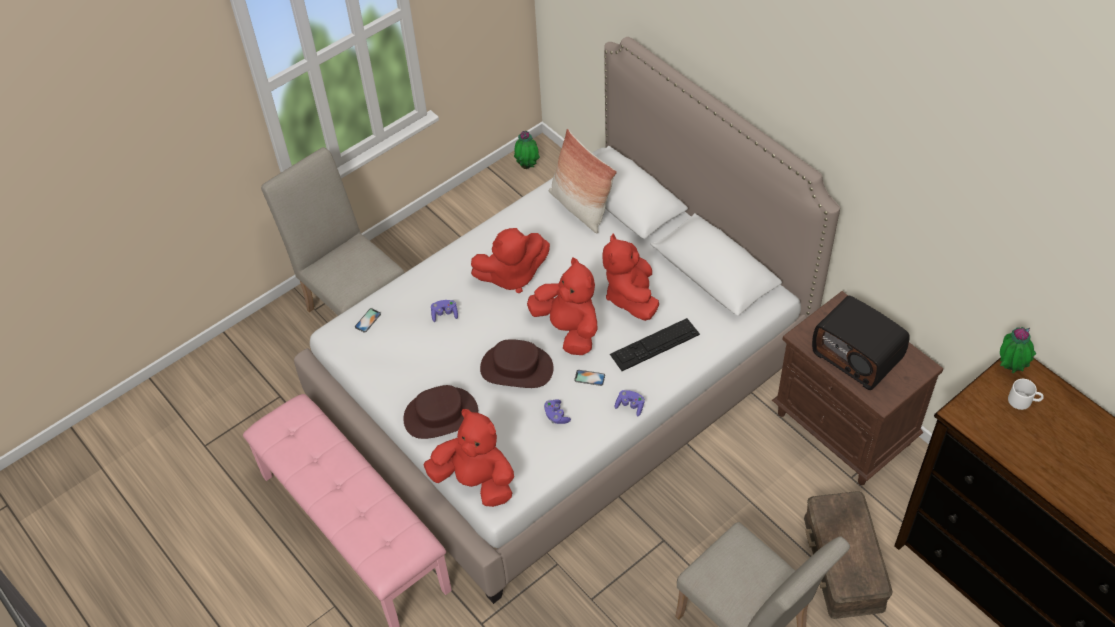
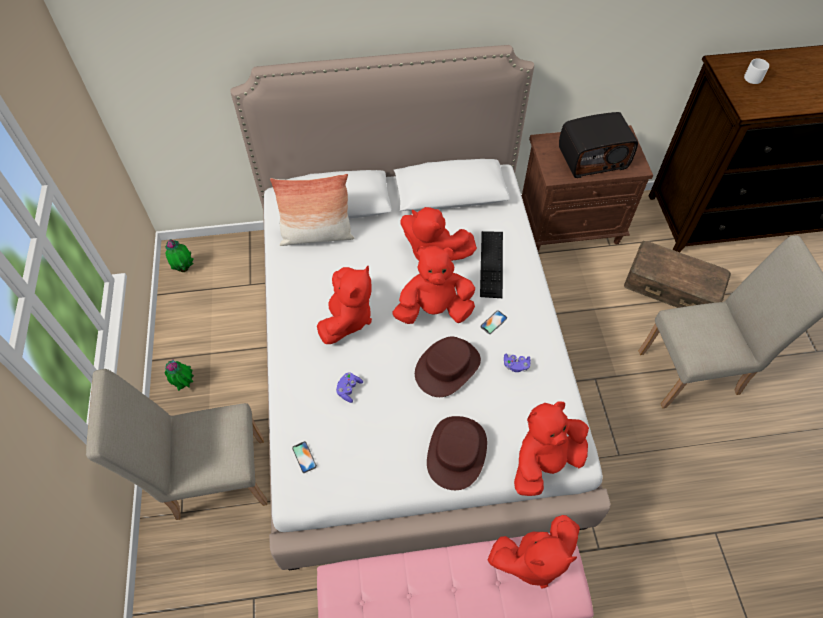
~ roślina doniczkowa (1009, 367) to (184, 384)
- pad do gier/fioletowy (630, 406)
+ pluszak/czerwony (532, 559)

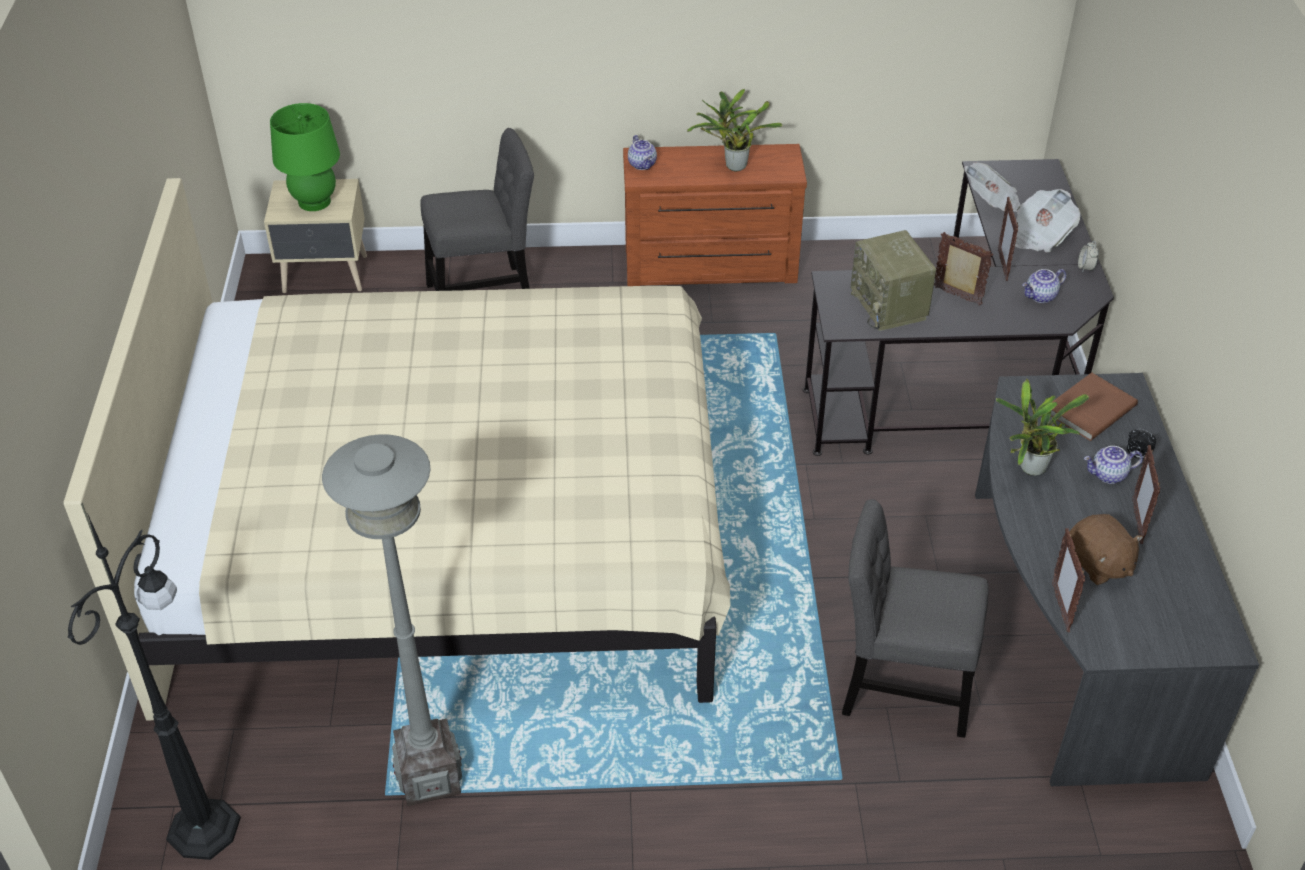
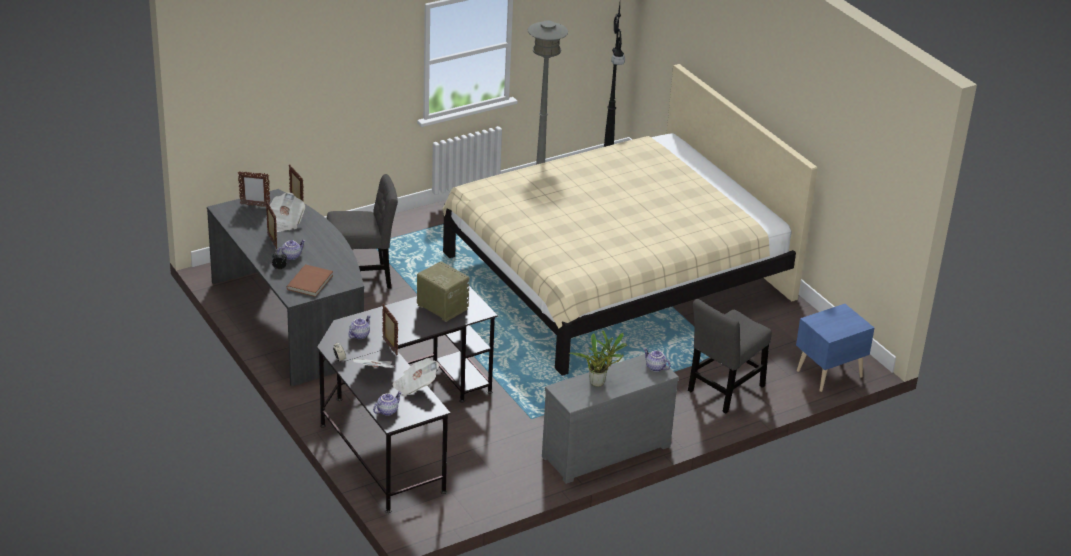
- lampa stołowa/zielony (314, 201)
~ komoda/brązowy (711, 268) to komoda/szary (604, 449)
~ szafka nocna/beżowy (326, 275) to szafka nocna/niebieski (827, 373)
~ ramka na zdjęcie (957, 296) to (255, 205)
- roślina doniczkowa (1029, 470)
~ pluszak/brązowy (1098, 564) to gazeta (285, 222)
+ imbryk (387, 411)

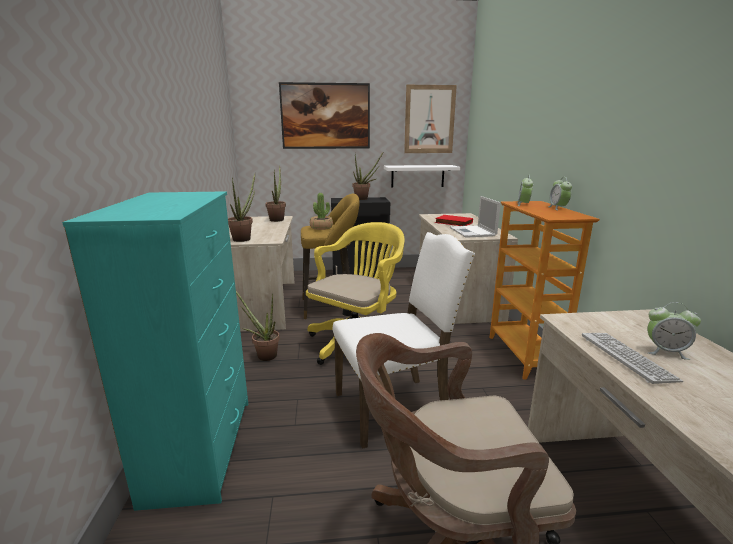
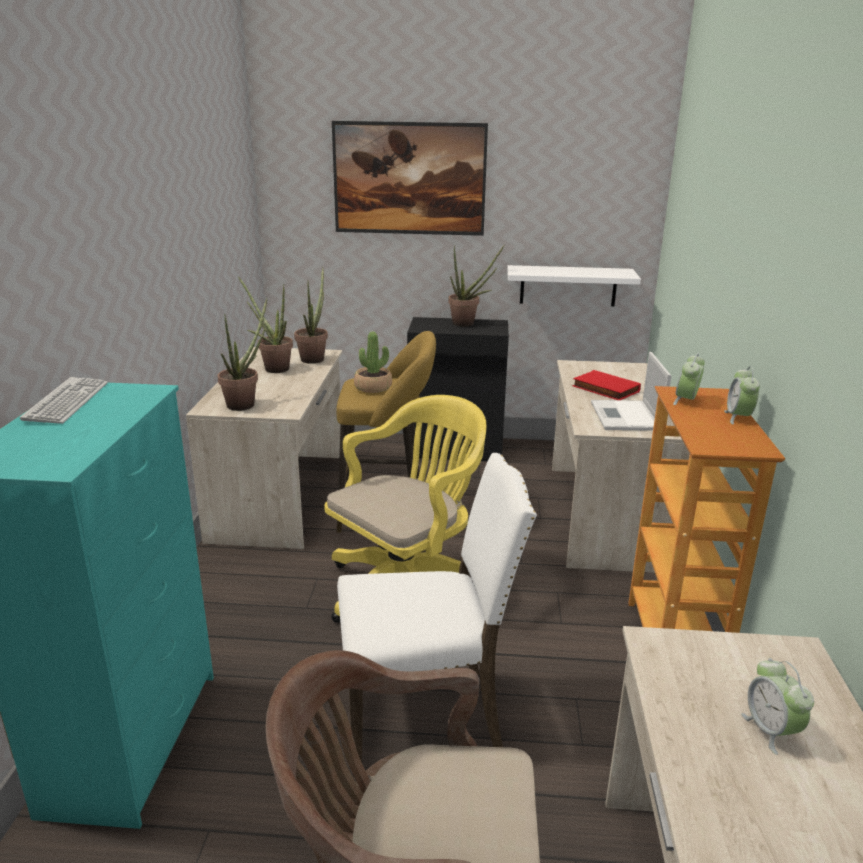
- obraz (429, 119)
~ roślina doniczkowa (263, 355) to (272, 368)
~ budzik (665, 351) = (771, 730) 45 degrees clockwise
~ klawiatura (627, 357) to (67, 402)

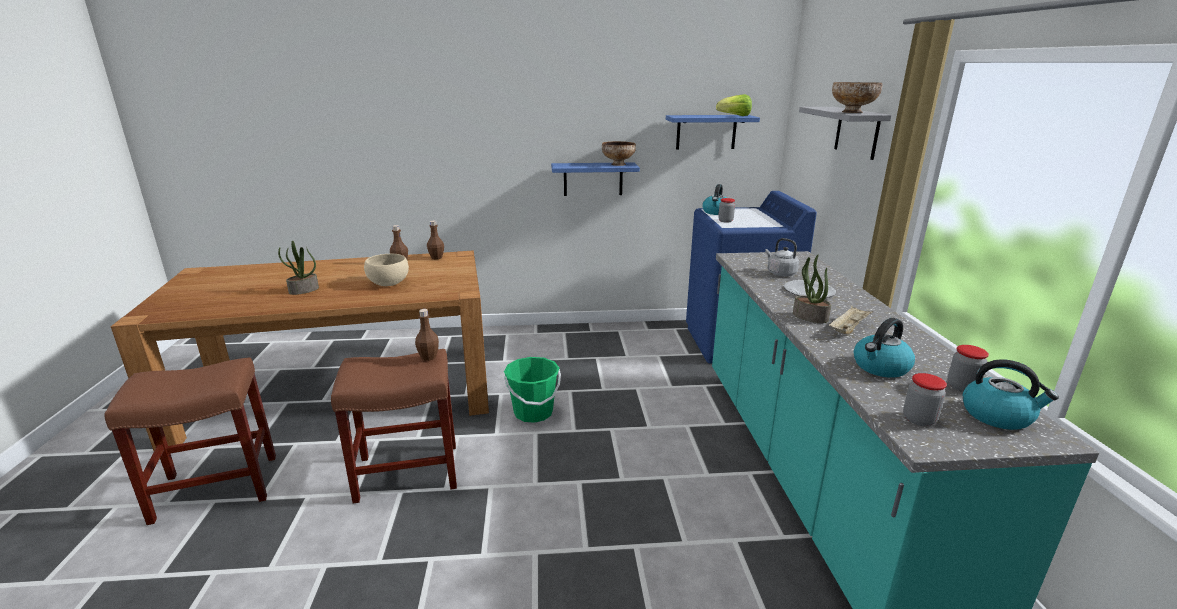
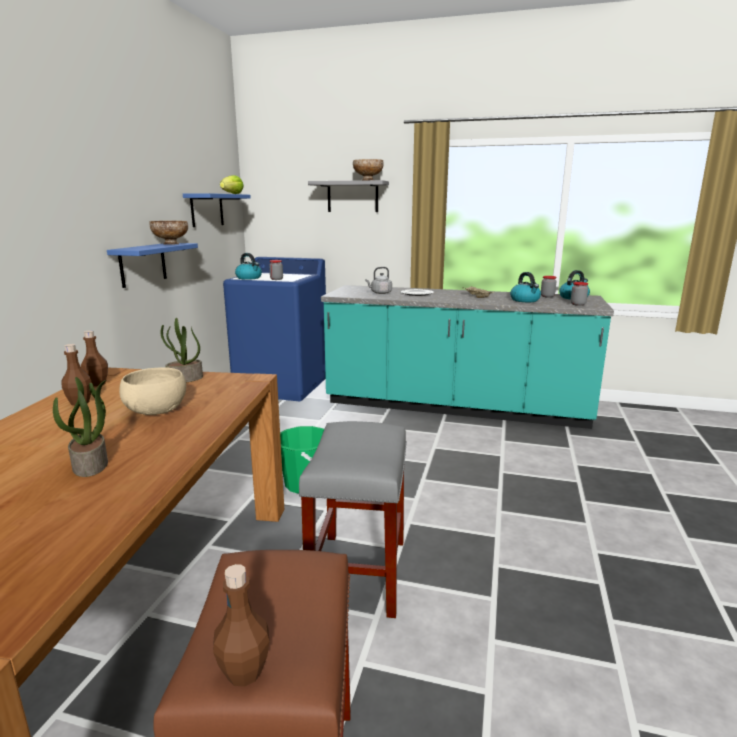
~ roślina doniczkowa (809, 317) to (185, 379)
~ butelka/brązowy (428, 357) to (244, 672)
~ stołek/brązowy (406, 473) to stołek/szary (358, 574)

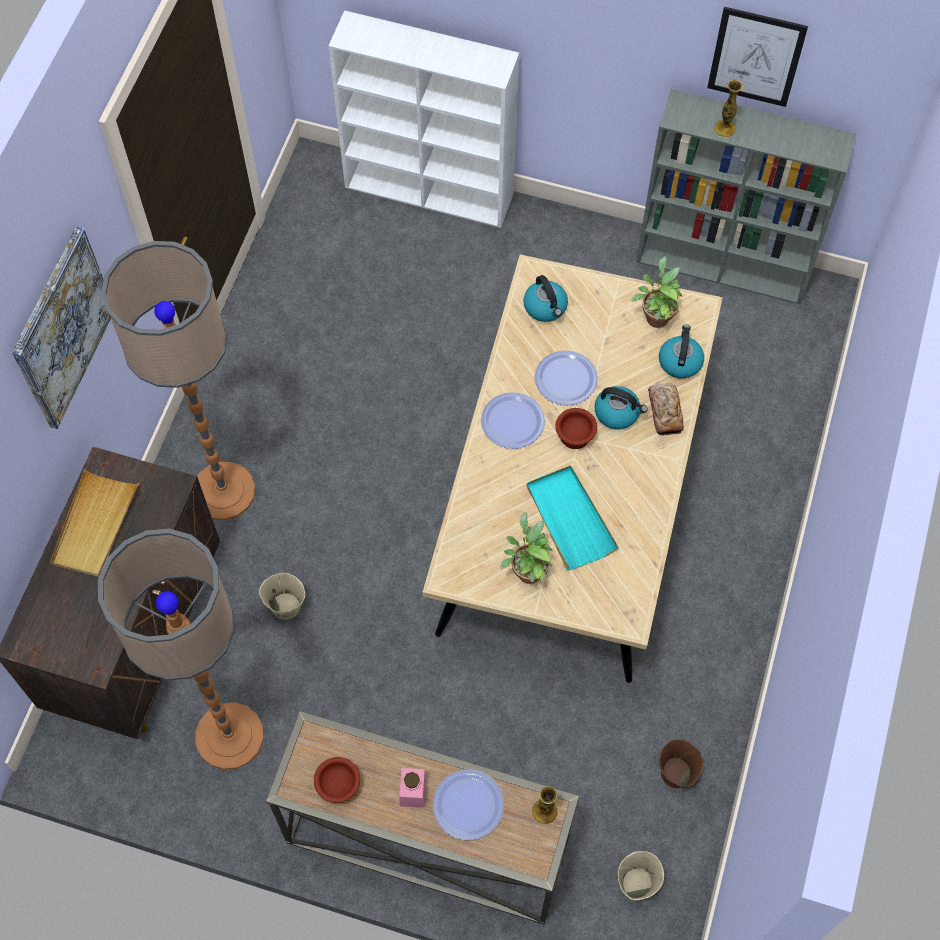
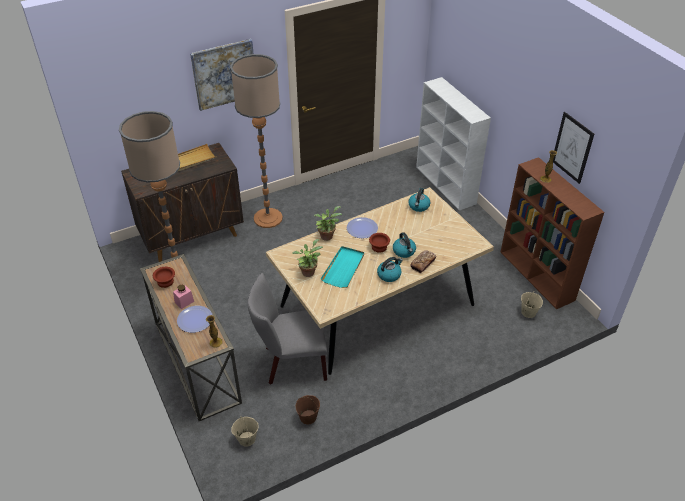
~ regał/szary (724, 265) to regał/brązowy (537, 276)
~ roślina doniczkowa (656, 315) to (327, 235)
~ czajnik (680, 361) to (389, 274)
- talerz (565, 379)
~ wiadro/beżowy (285, 606) to (528, 312)
+ krzesło/szary (291, 363)

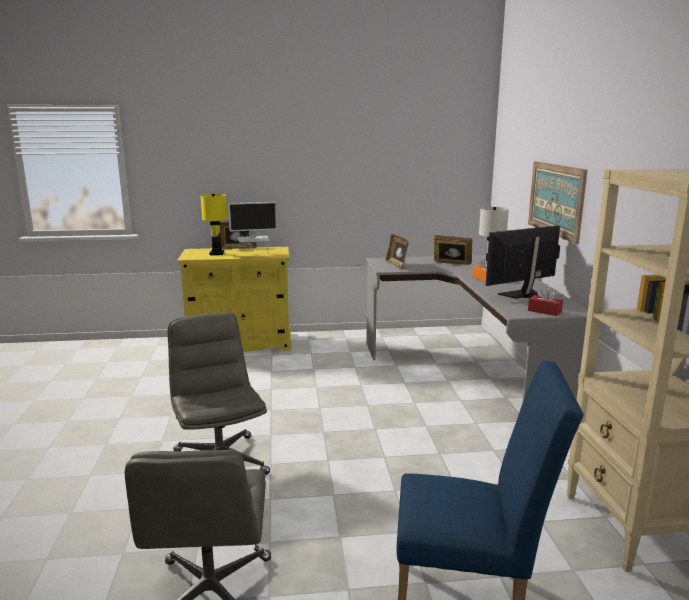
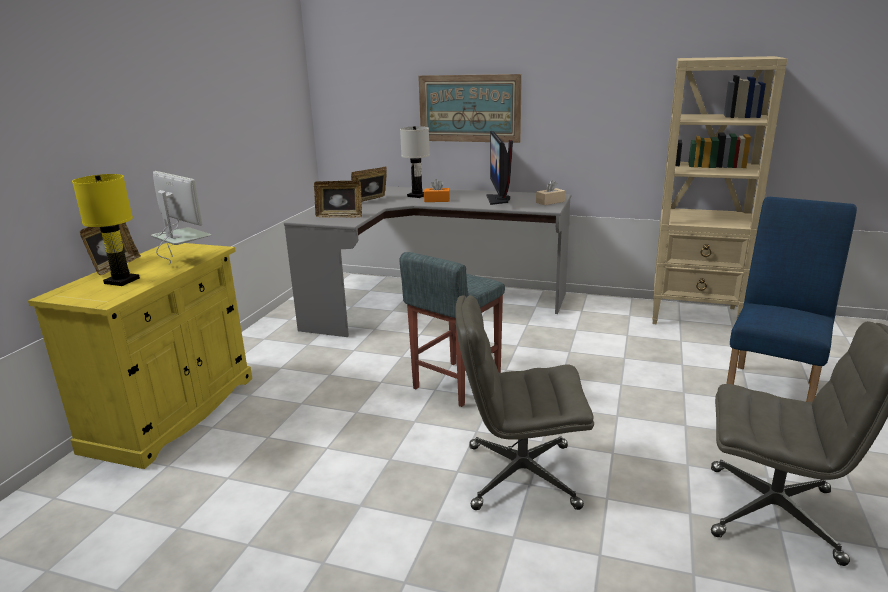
~ monitor (254, 255) = (184, 261) 60 degrees counterclockwise
~ pudełko chusteczek/czerwony (544, 311) to pudełko chusteczek/beżowy (550, 202)
+ stołek/szary (456, 383)

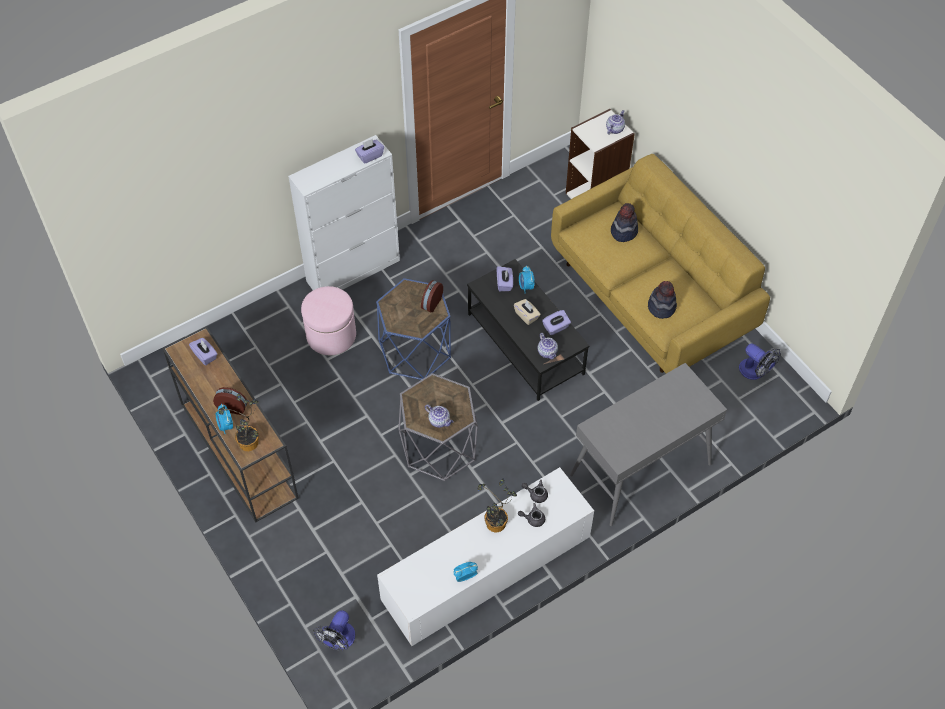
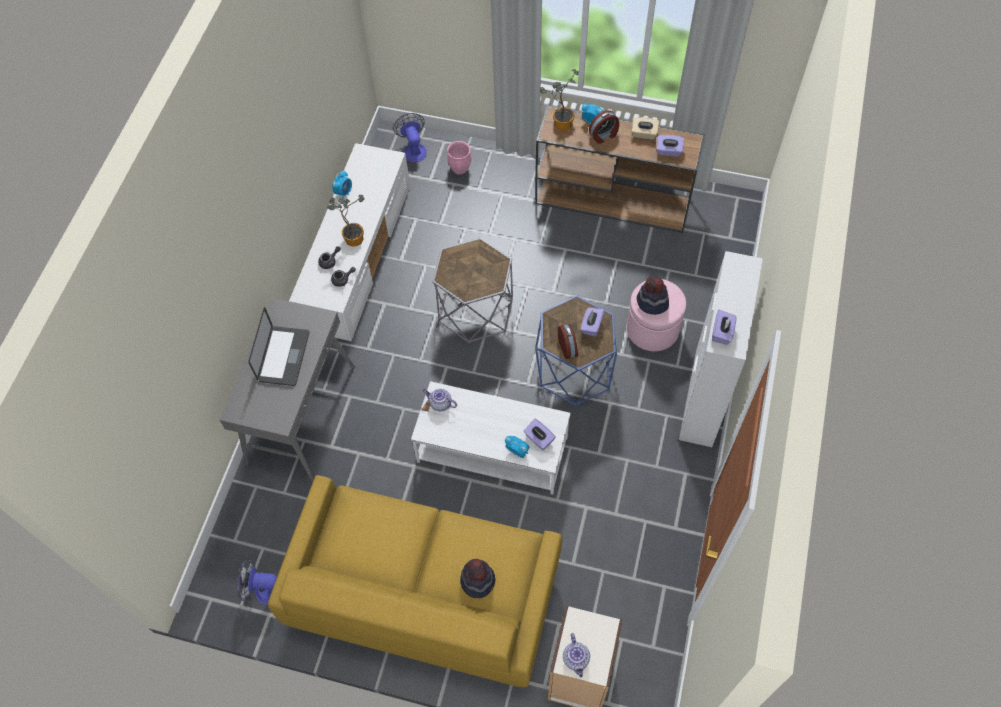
~ ława/czarny (526, 344) to ława/biały (491, 450)
~ kapelusz (661, 307) to (652, 303)
~ pudełko chusteczek/beżowy (526, 316) to (644, 134)
~ pudełko chusteczek/fioletowy (556, 327) to (591, 326)
- imbryk (440, 421)
+ donica/różowy (460, 169)
+ laptop (284, 356)

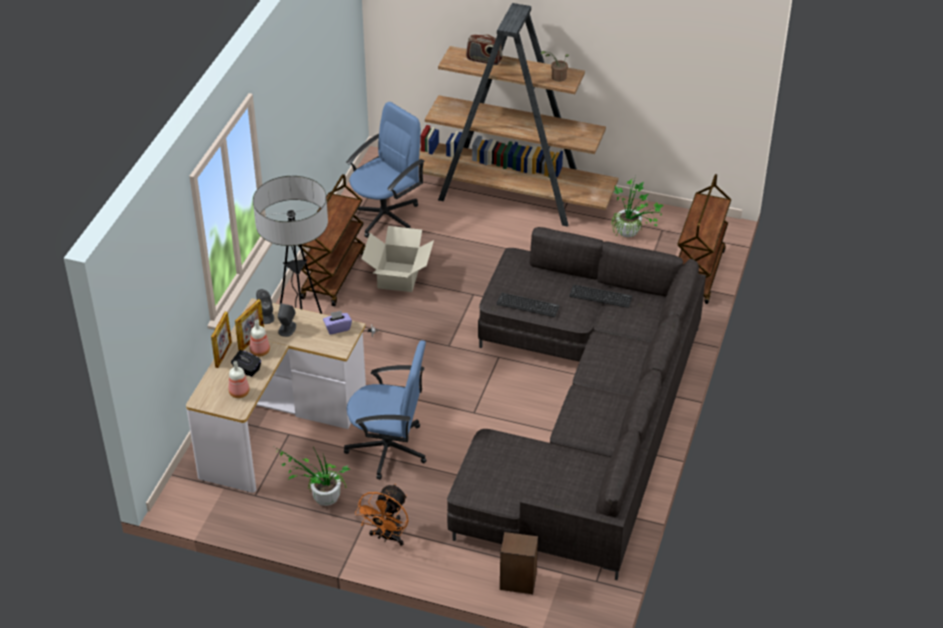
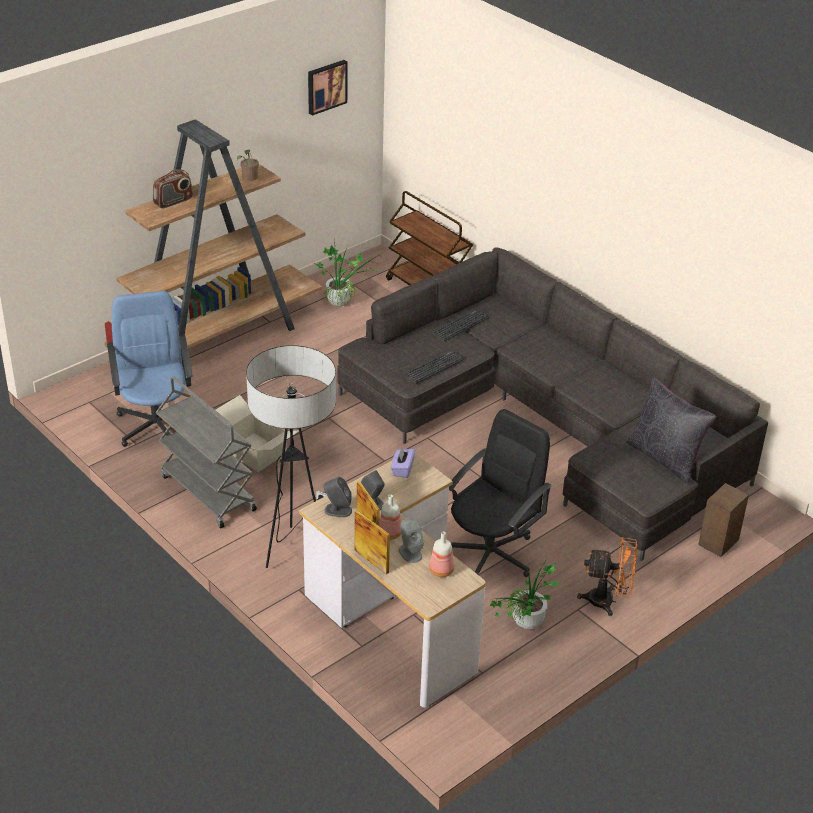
~ wózek/brązowy (333, 274) to wózek/szary (207, 493)
~ krzesło biurowe/niebieski (389, 449) to krzesło biurowe/czarny (491, 554)
~ pudełko chusteczek/czarny (246, 369) to głośnik/szary (410, 553)
~ wentylator/pomarańczowy (387, 537) = (608, 601) 45 degrees counterclockwise
+ obraz (326, 86)
+ poduszka/czarny (665, 458)

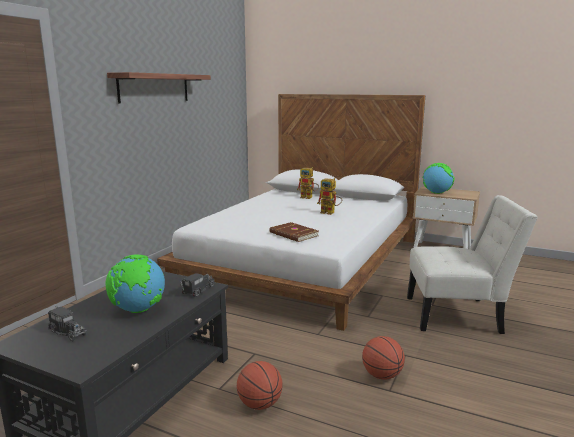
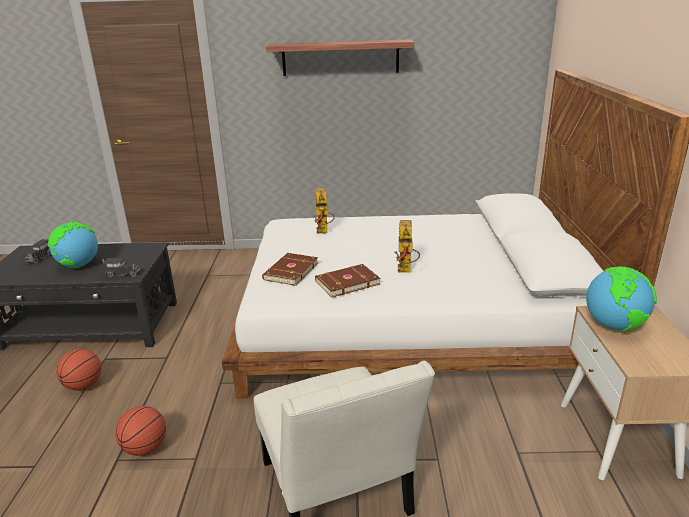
~ robot zabawkowy (309, 197) to (324, 232)
+ książka/brązowy (346, 282)

